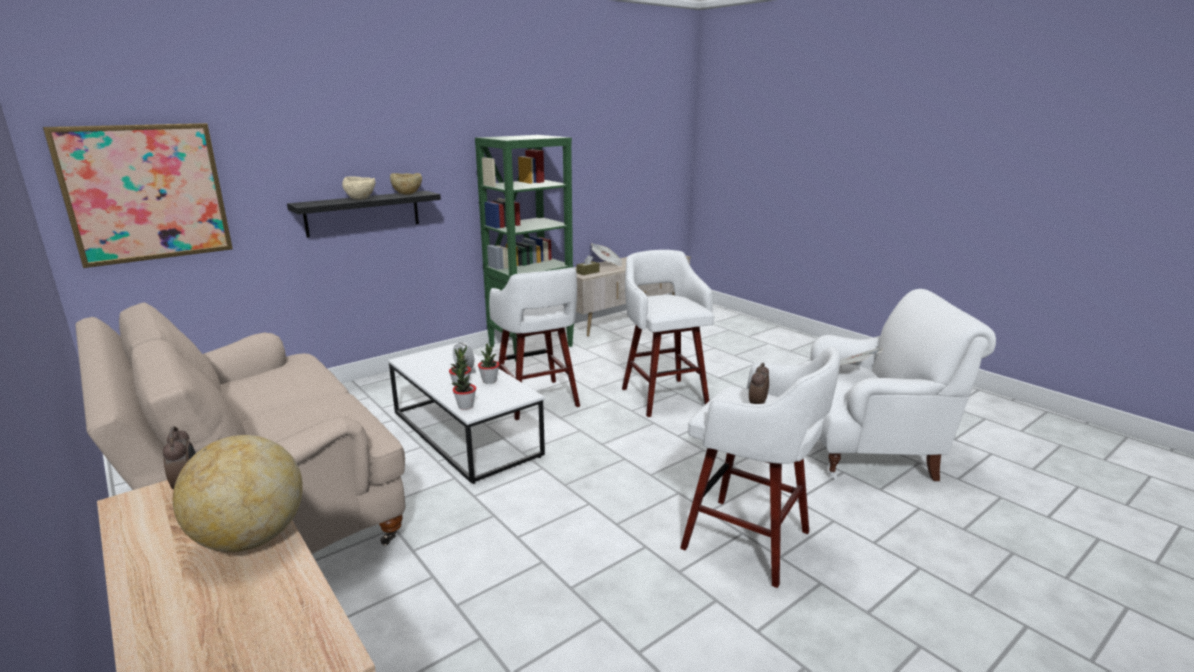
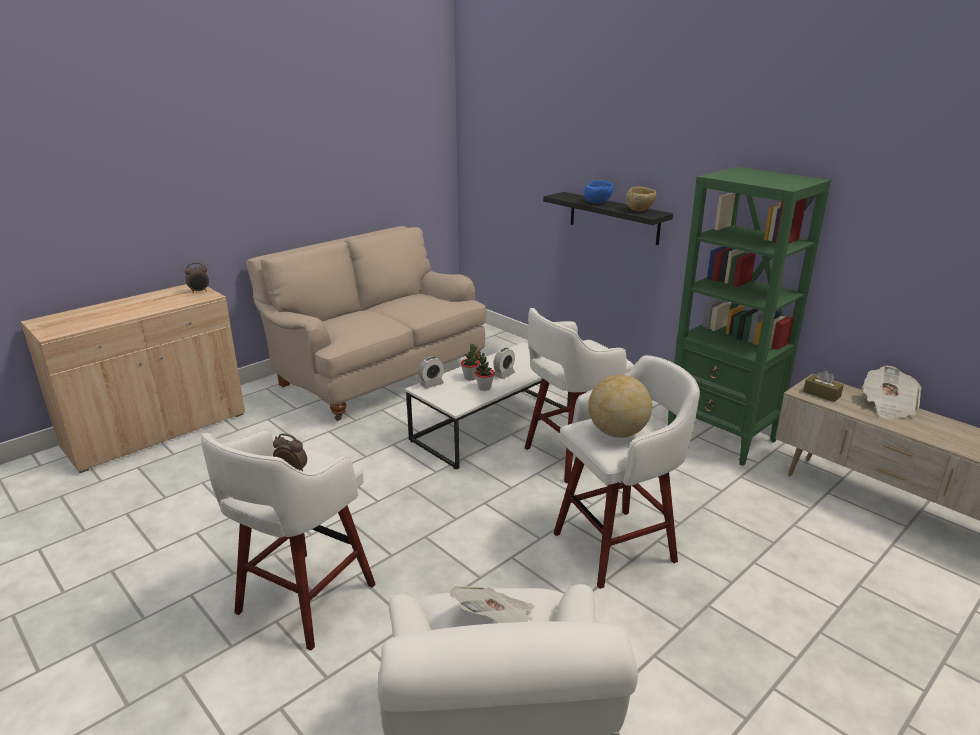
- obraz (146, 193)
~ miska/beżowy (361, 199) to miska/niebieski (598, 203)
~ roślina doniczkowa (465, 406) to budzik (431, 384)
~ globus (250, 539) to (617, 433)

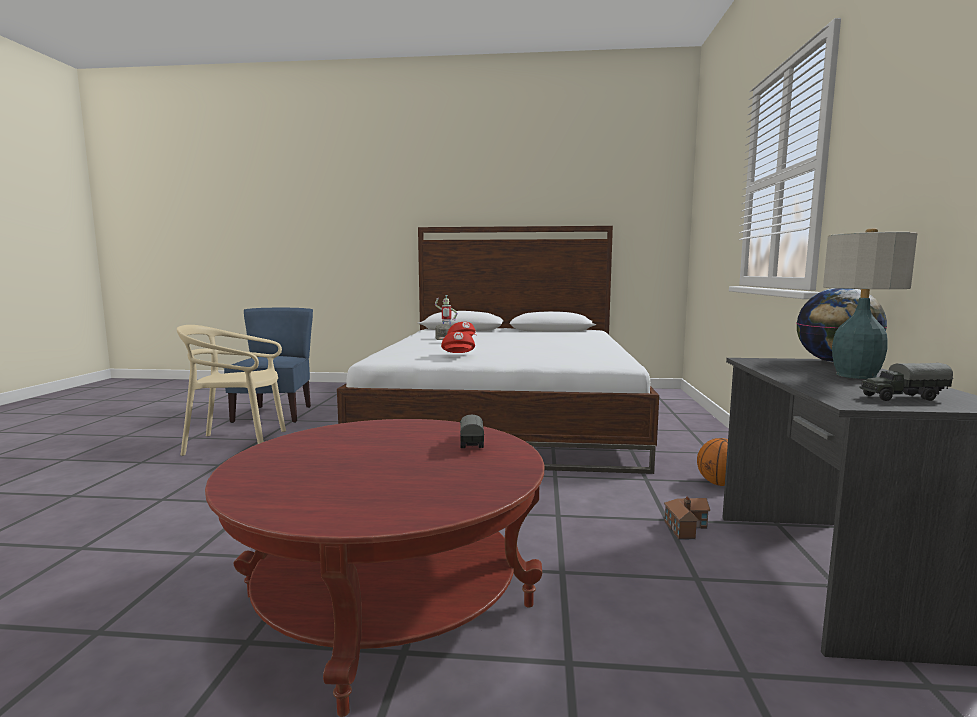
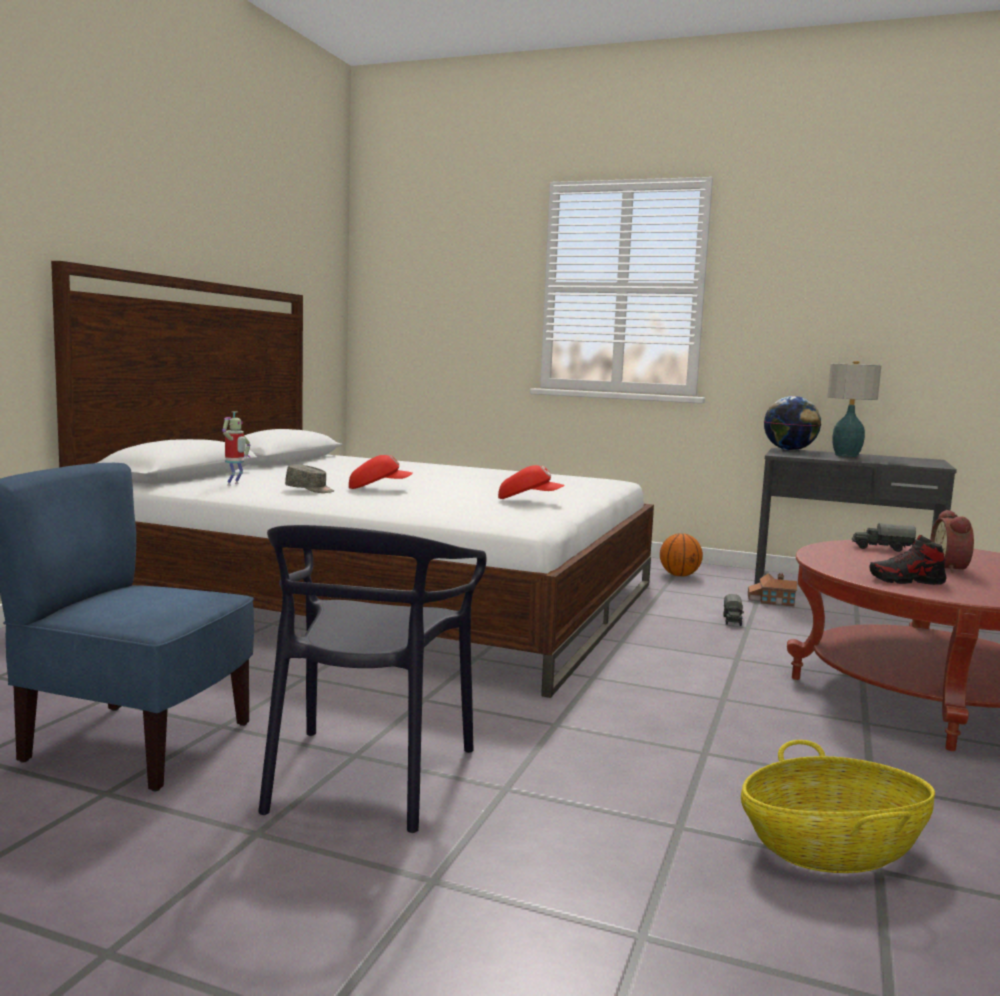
~ krzesło/beżowy (237, 444) to krzesło/czarny (366, 777)
~ ciężarówka zabawkowa (901, 397) to (732, 620)
+ budzik (952, 568)
+ but (906, 581)
+ koszyk (832, 848)

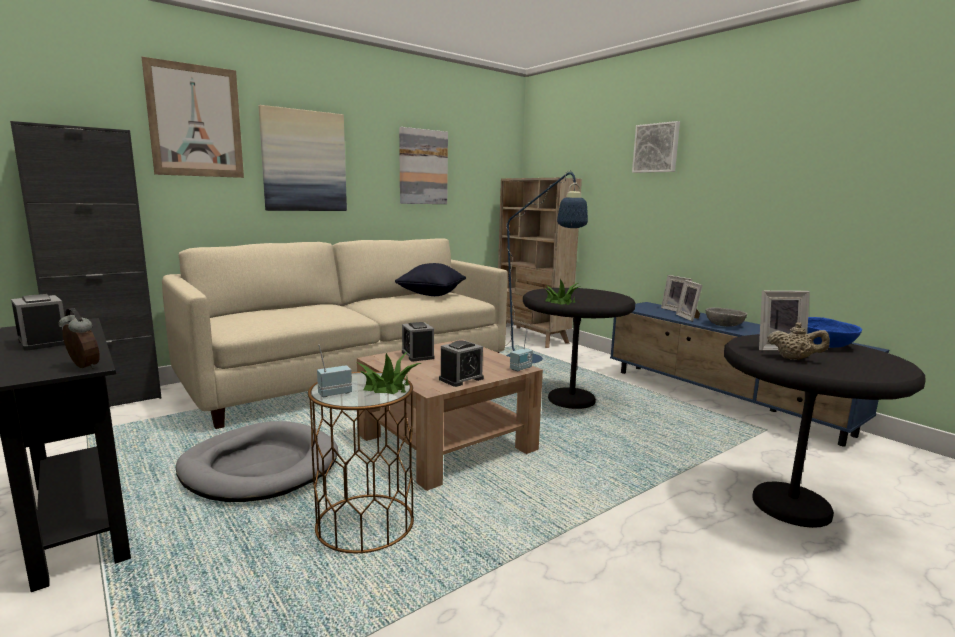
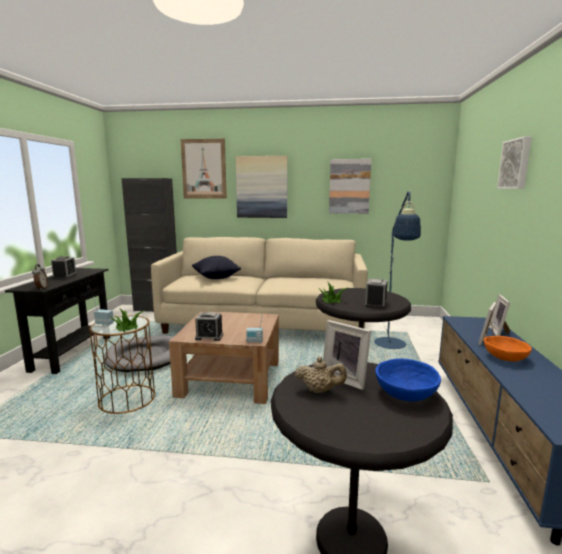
- regał/beżowy (532, 337)
~ poduszka/czarny (431, 295) to (216, 277)
~ miska/szary (723, 325) to miska/pomarańczowy (504, 357)
~ budzik (417, 355) to (375, 303)
~ imbryk/beżowy (794, 359) = (319, 390) 60 degrees counterclockwise

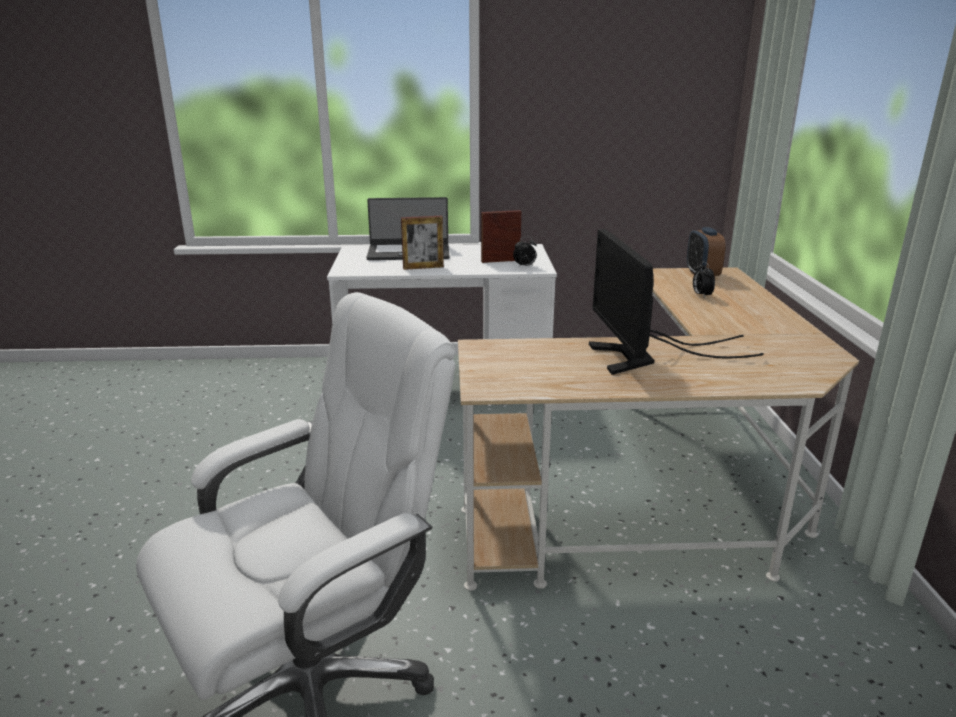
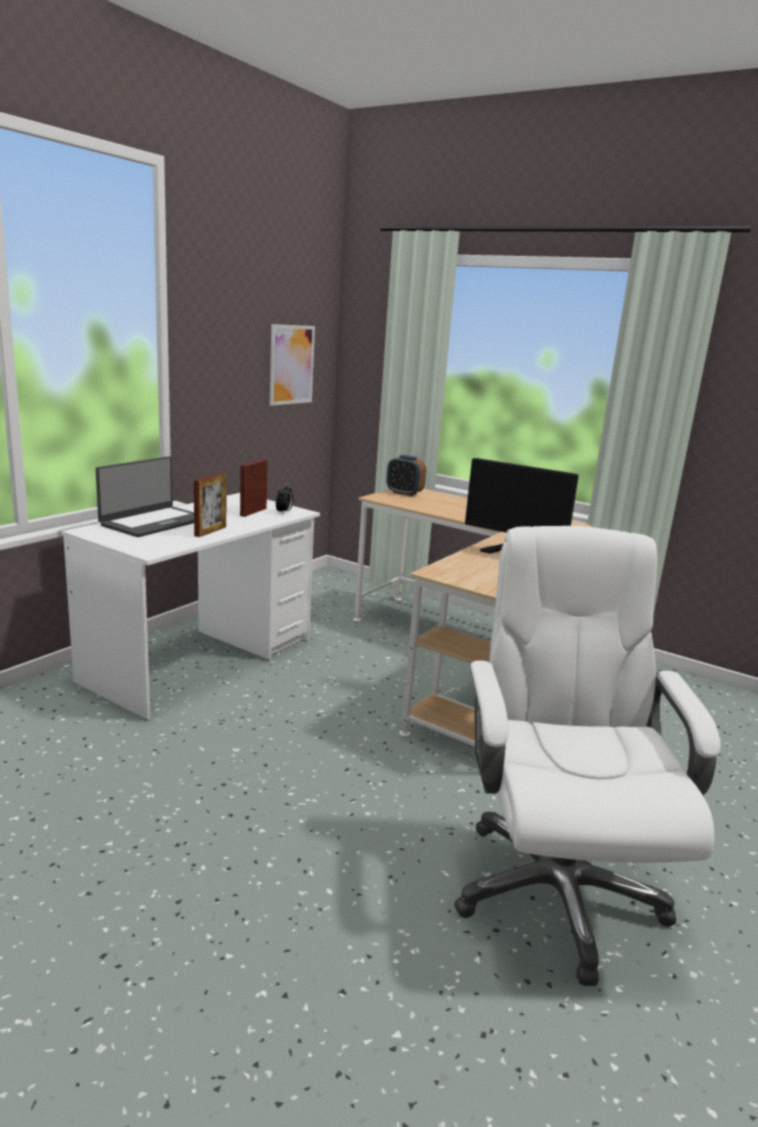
- budzik (701, 295)
+ obraz (291, 364)

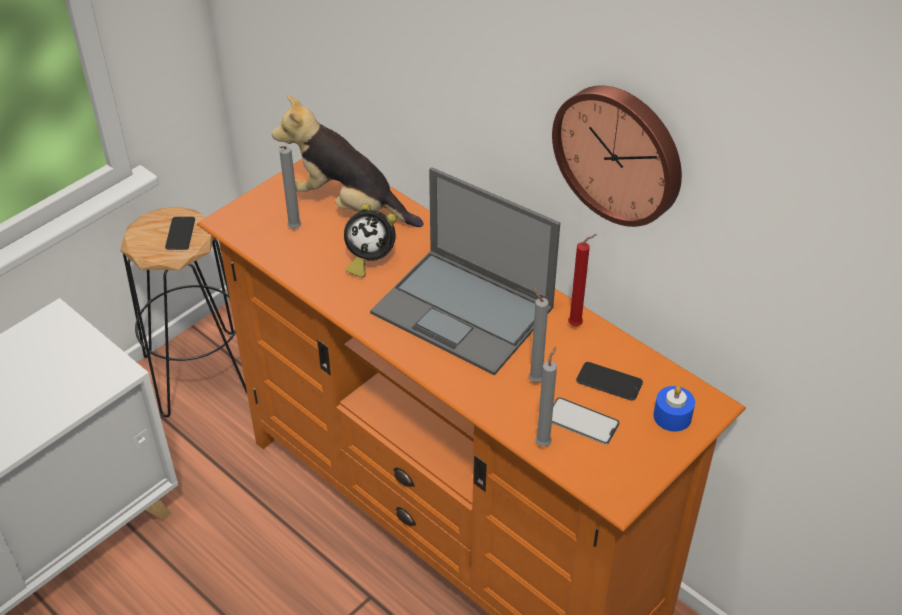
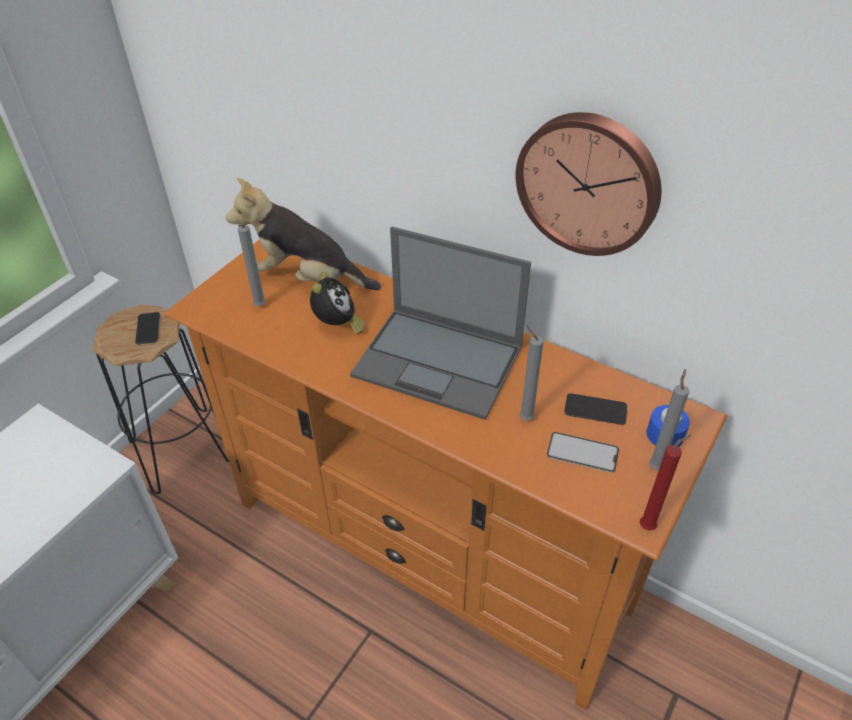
~ budzik (369, 260) = (337, 326) 90 degrees counterclockwise
~ świeca/czerwony (577, 325) to (649, 526)
~ świeca/szary (544, 442) to (656, 465)

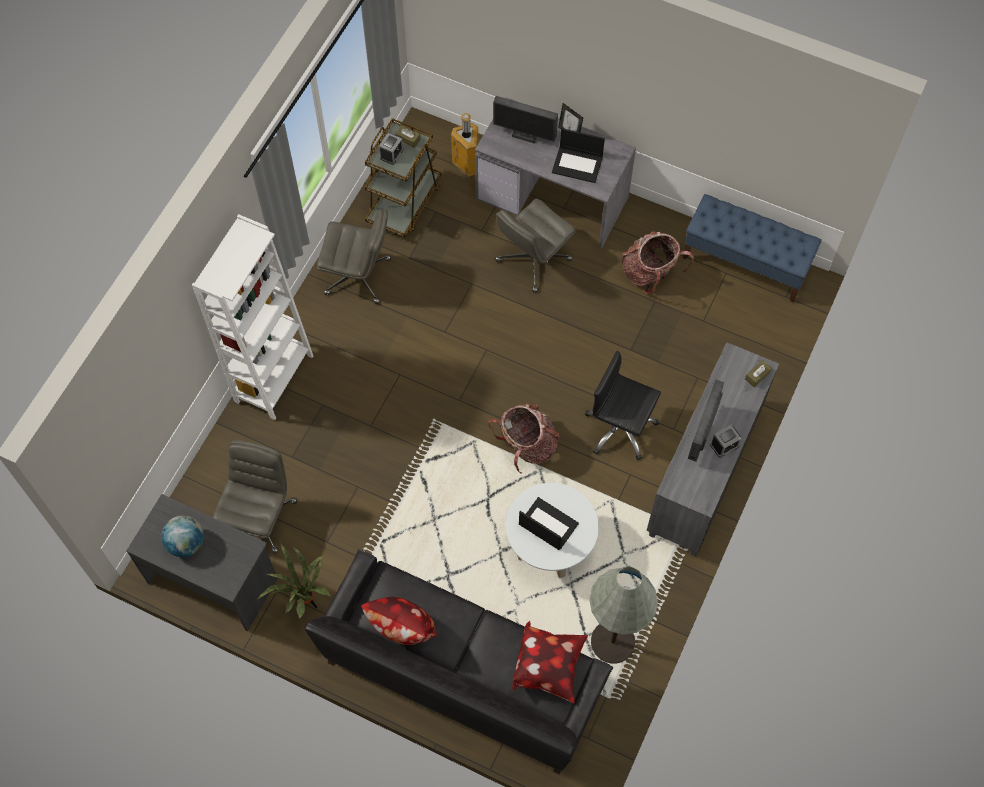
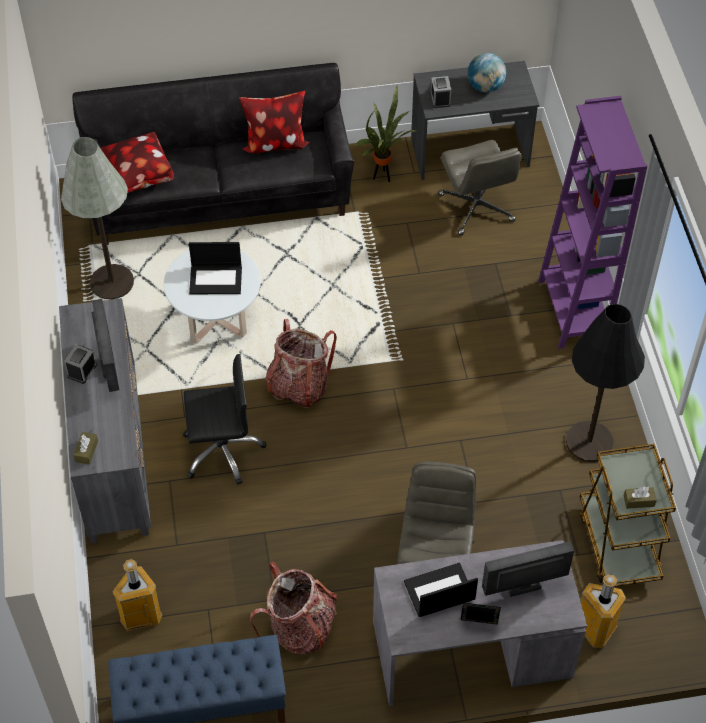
~ budzik (391, 154) to (440, 99)
~ krzesło biurowe/szary (359, 276) to lampa stojąca/czarny (589, 442)
~ regał/biały (274, 378) to regał/fioletowy (573, 311)
+ kosz na śmieci (140, 616)

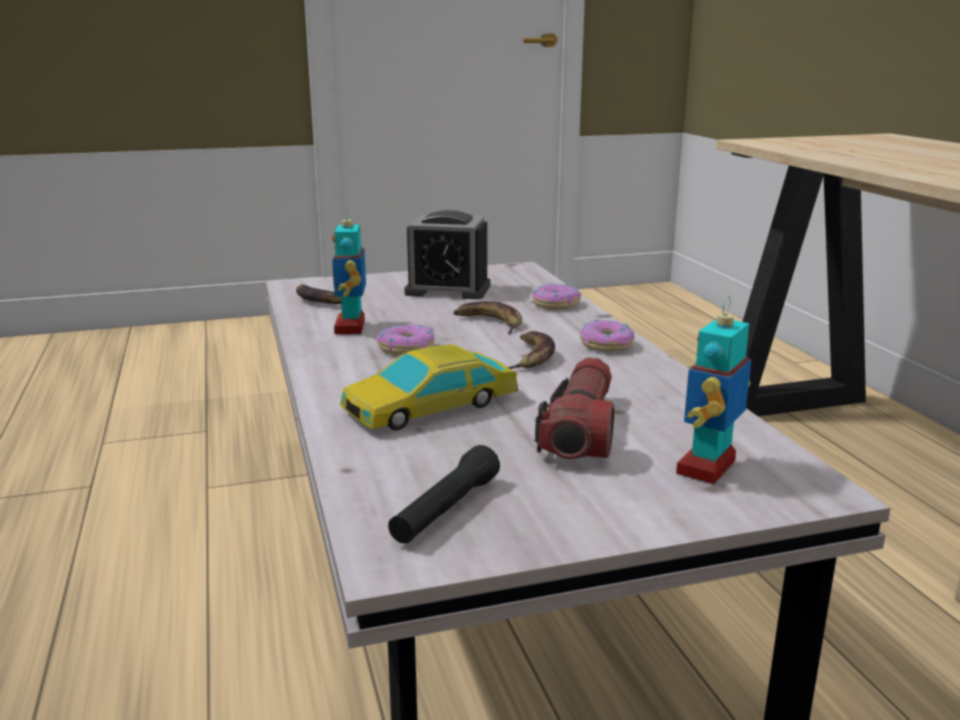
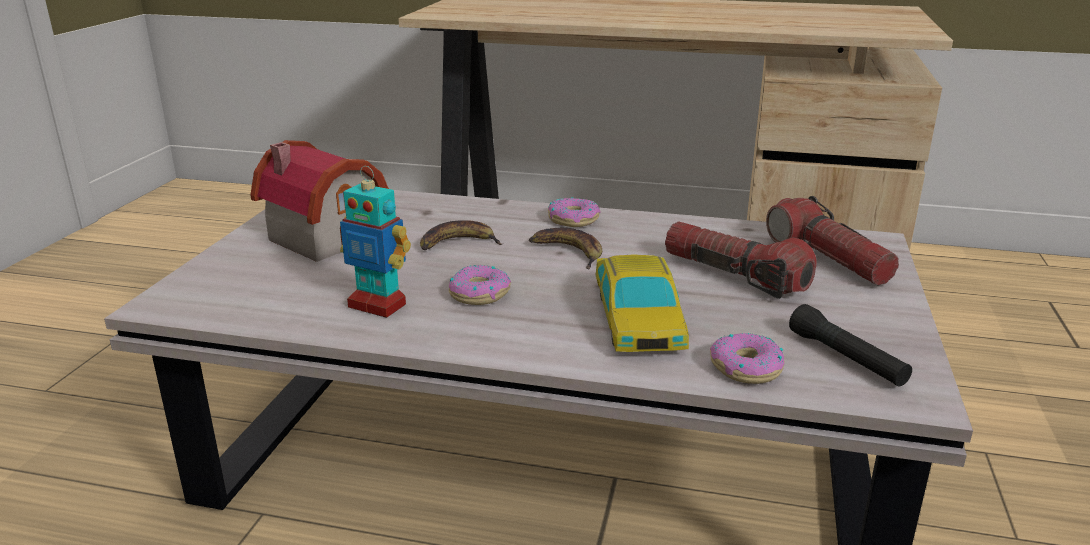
~ budzik (448, 289) to domek (330, 235)
~ donut (555, 304) to (746, 368)
- banan (322, 300)
~ robot zabawkowy (708, 468) to latarka (827, 258)

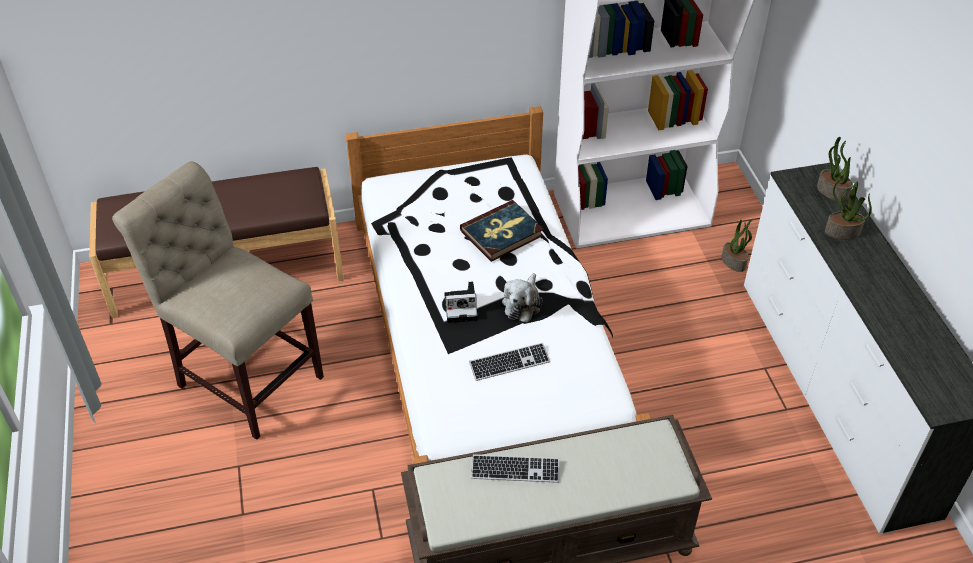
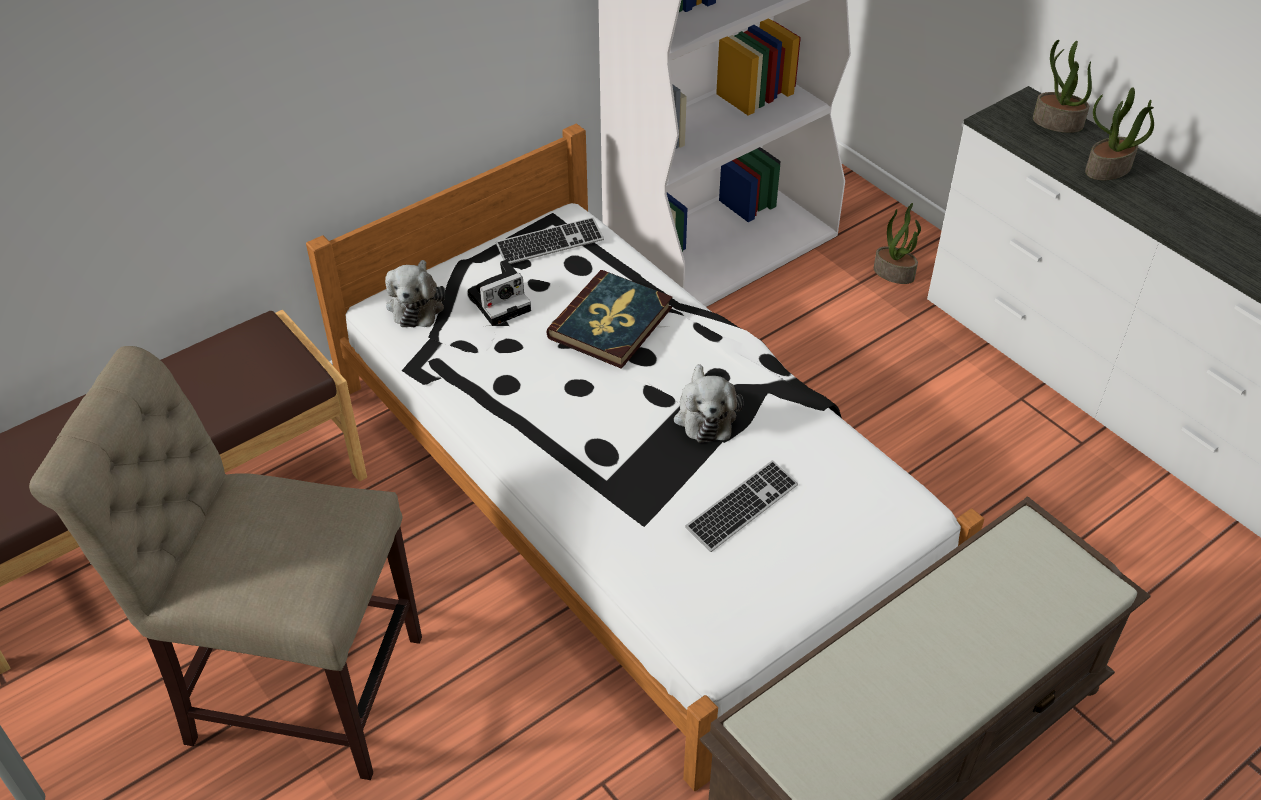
~ aparat fotograficzny (462, 307) to (501, 301)
~ klawiatura (515, 470) to (550, 243)
+ pluszak (416, 304)

